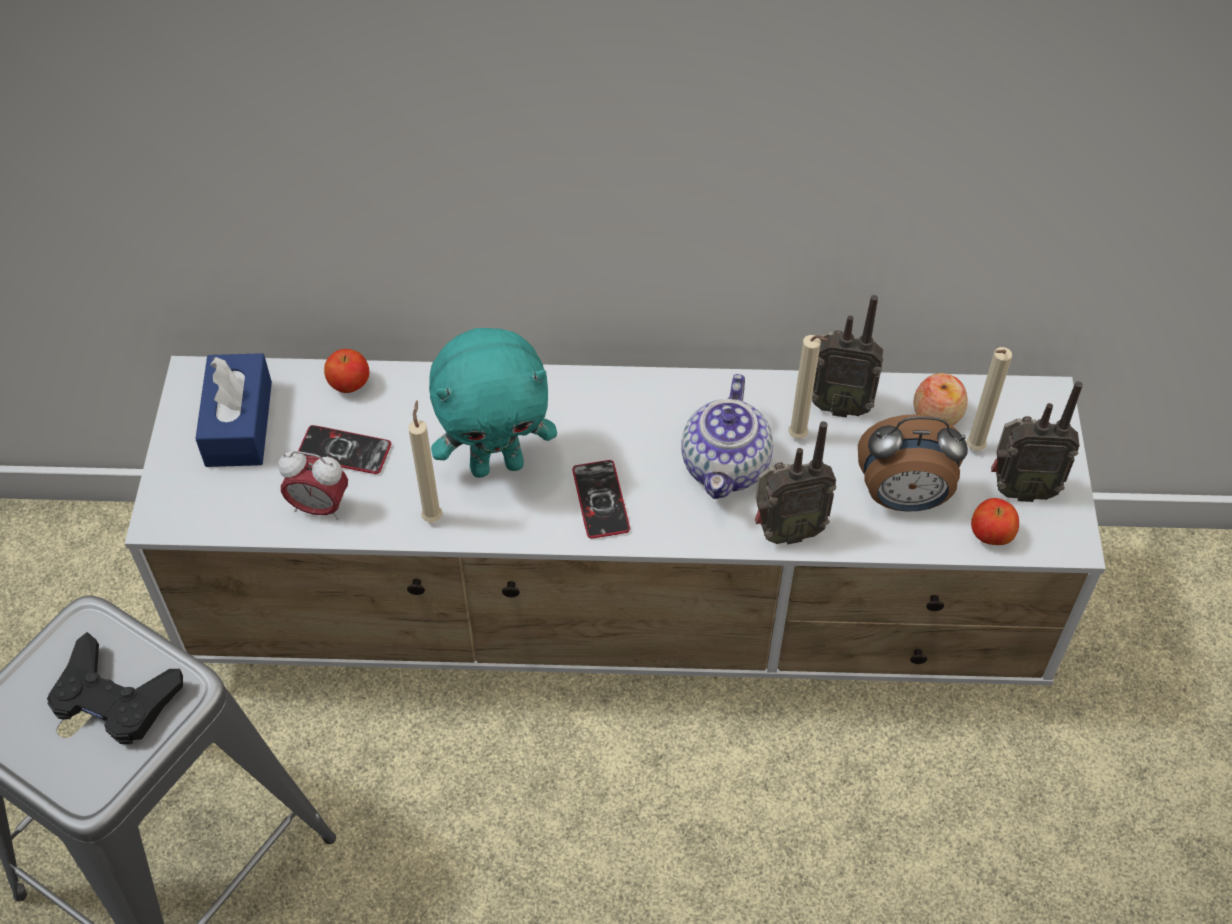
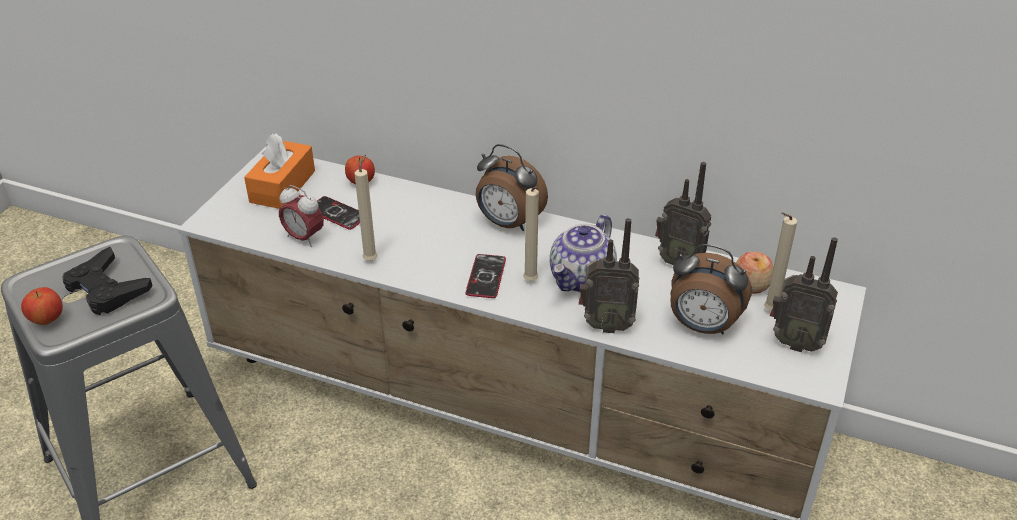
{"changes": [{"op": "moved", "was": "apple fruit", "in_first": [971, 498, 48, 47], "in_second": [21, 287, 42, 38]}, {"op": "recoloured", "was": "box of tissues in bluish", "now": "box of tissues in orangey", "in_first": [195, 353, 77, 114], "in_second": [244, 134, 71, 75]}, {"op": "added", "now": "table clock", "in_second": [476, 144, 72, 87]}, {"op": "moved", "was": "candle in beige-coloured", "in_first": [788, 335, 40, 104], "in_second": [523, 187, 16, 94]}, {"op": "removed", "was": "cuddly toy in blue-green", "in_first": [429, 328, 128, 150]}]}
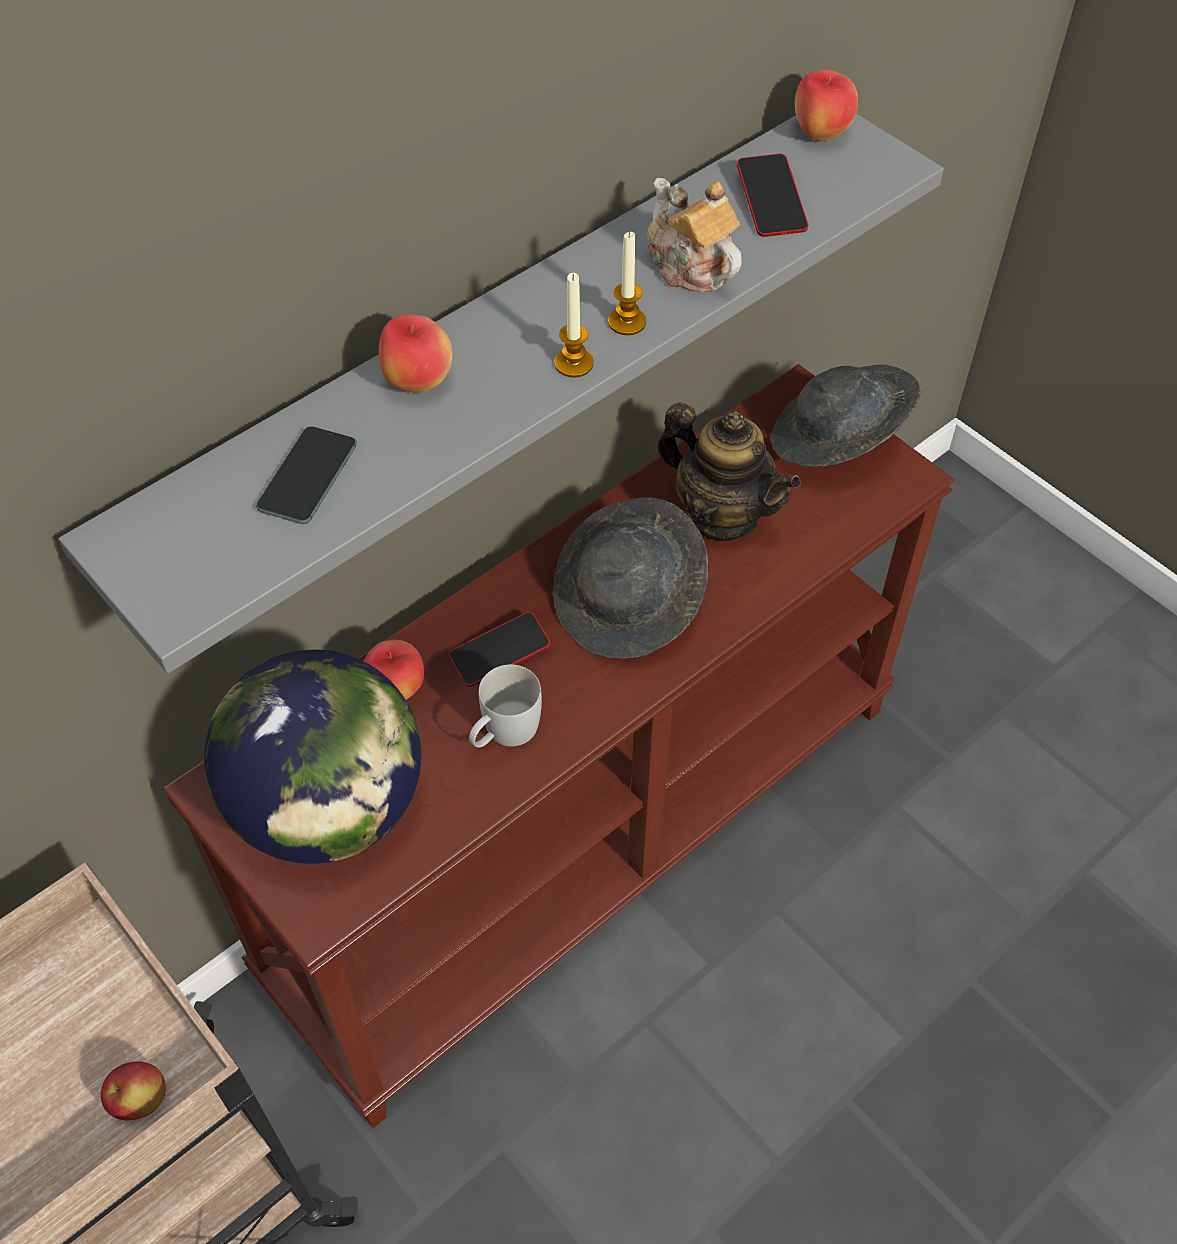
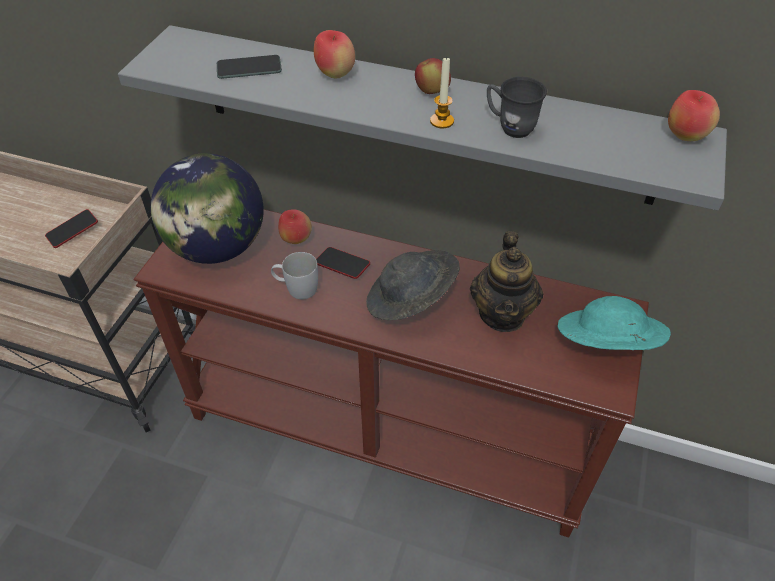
{"changes": [{"op": "moved", "was": "telephone", "in_first": [737, 154, 71, 83], "in_second": [45, 209, 53, 39]}, {"op": "moved", "was": "apple fruit", "in_first": [101, 1061, 65, 59], "in_second": [415, 58, 36, 36]}, {"op": "replaced", "was": "teapot", "now": "mug in greyish", "in_first": [647, 178, 94, 114], "in_second": [487, 77, 60, 61]}, {"op": "recoloured", "was": "wearable hat in greyish", "now": "wearable hat in blue-green", "in_first": [771, 364, 150, 103], "in_second": [558, 296, 113, 54]}, {"op": "removed", "was": "candle", "in_first": [554, 273, 40, 105]}]}
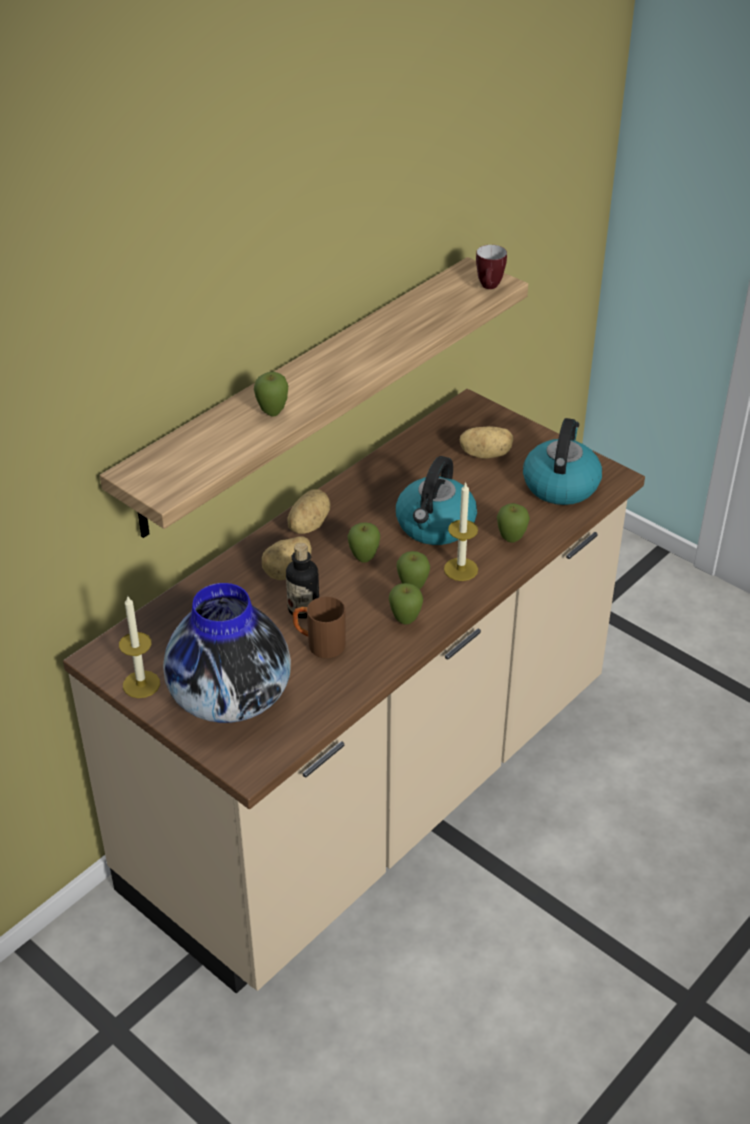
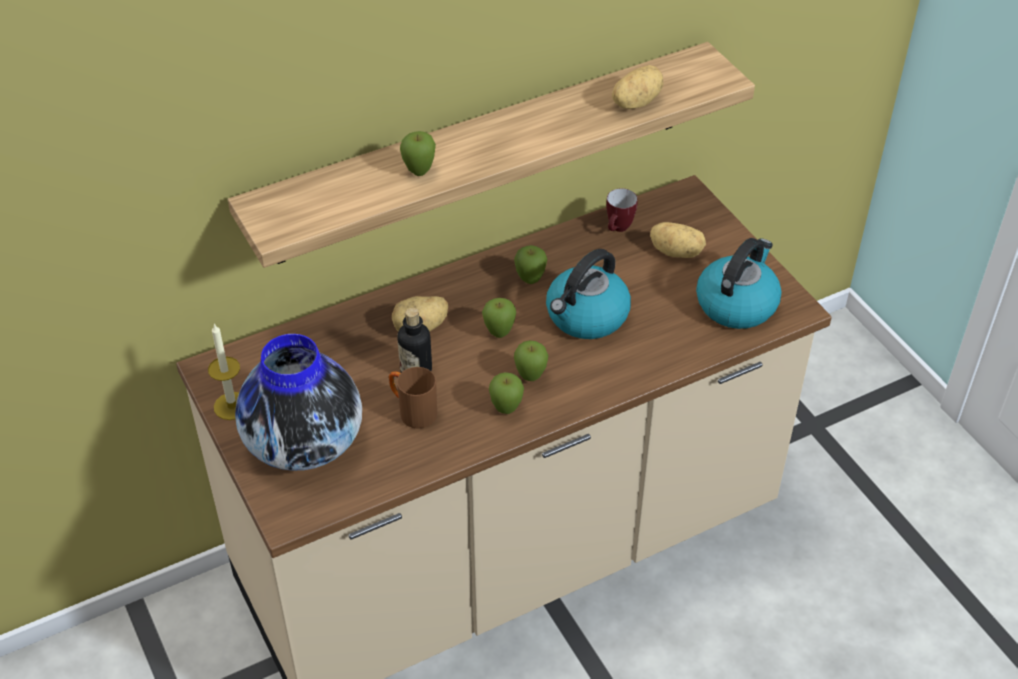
{"changes": [{"op": "moved", "was": "apple fruit", "in_first": [497, 503, 33, 40], "in_second": [514, 245, 33, 39]}, {"op": "moved", "was": "mug", "in_first": [476, 245, 31, 44], "in_second": [606, 188, 32, 44]}, {"op": "moved", "was": "whole potato", "in_first": [287, 489, 44, 45], "in_second": [612, 65, 51, 44]}, {"op": "removed", "was": "candle", "in_first": [444, 482, 34, 99]}]}
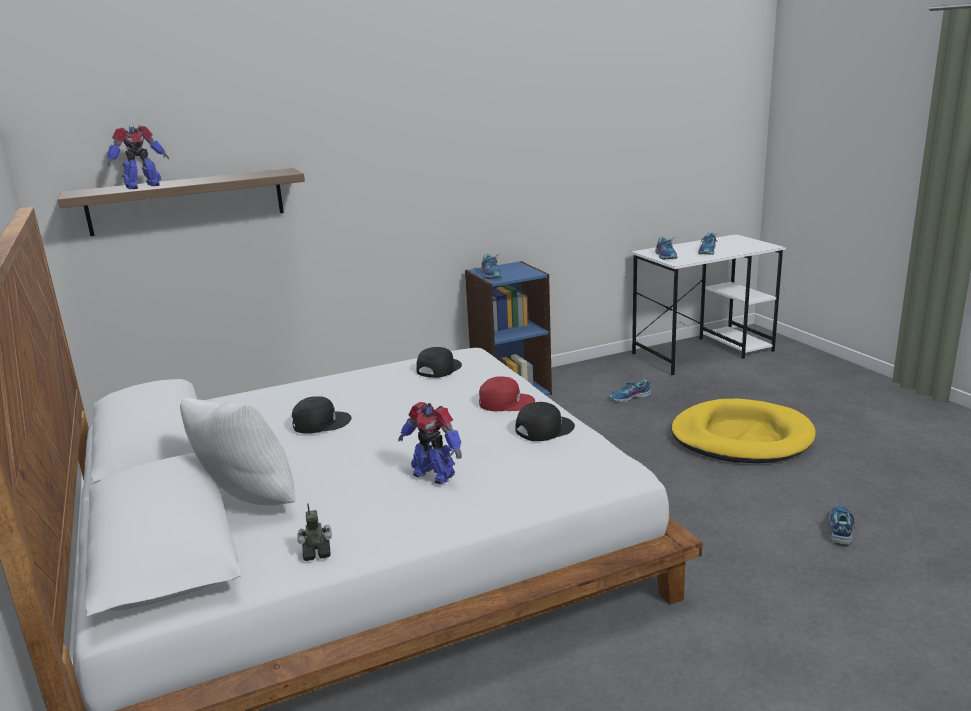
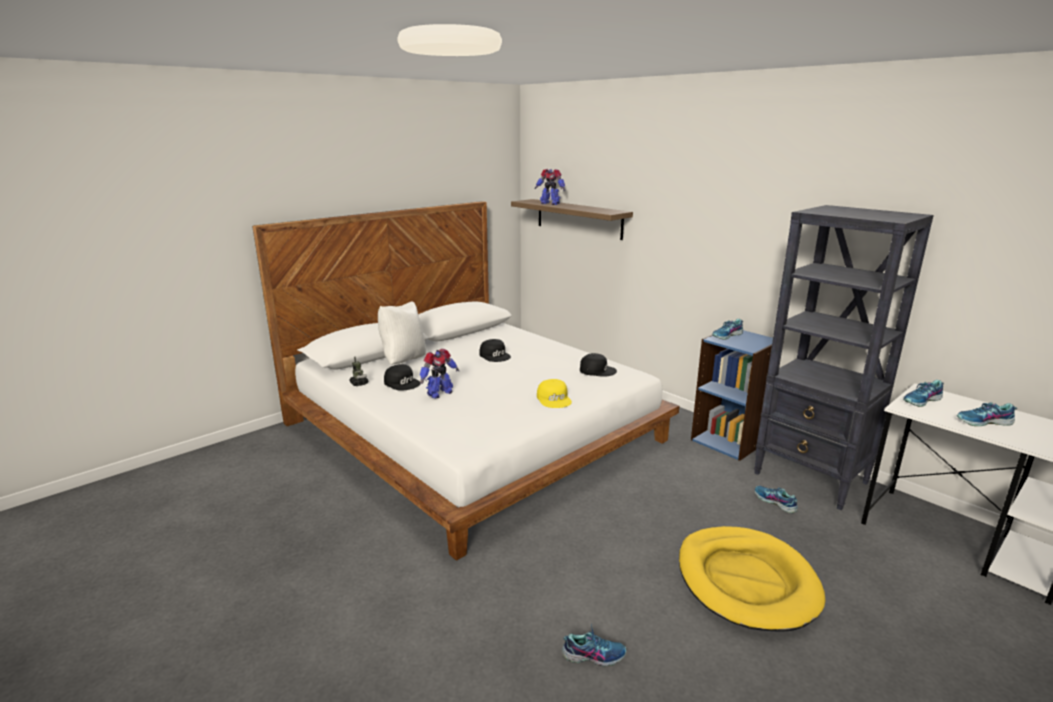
{"changes": [{"op": "moved", "was": "cap in black-coloured", "in_first": [515, 402, 60, 39], "in_second": [384, 364, 37, 26]}, {"op": "turned", "was": "toy robot", "in_first": [398, 402, 64, 82], "in_second": [420, 349, 39, 50], "clockwise": -150}, {"op": "recoloured", "was": "cap in red-coloured", "now": "cap in yellowish", "in_first": [479, 376, 56, 35], "in_second": [537, 379, 35, 29]}, {"op": "added", "now": "bookcase in black-coloured", "in_second": [754, 205, 180, 305]}]}
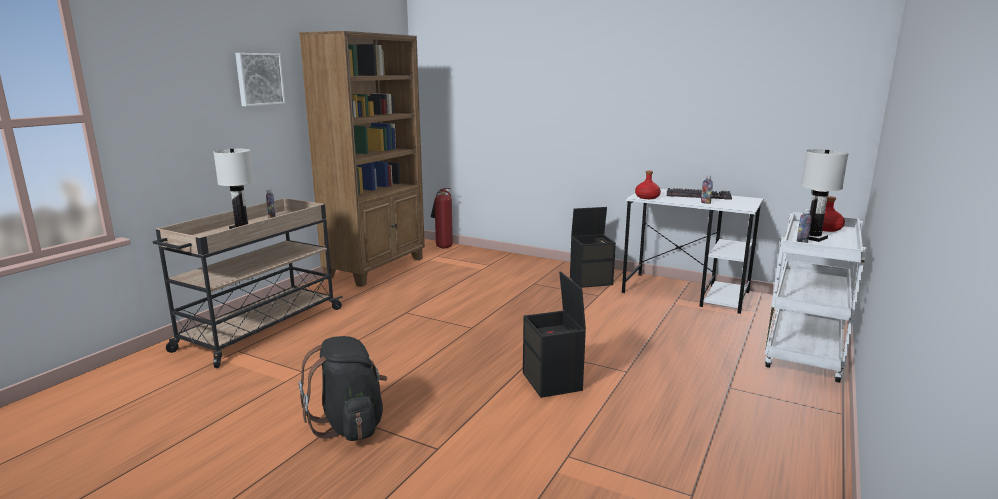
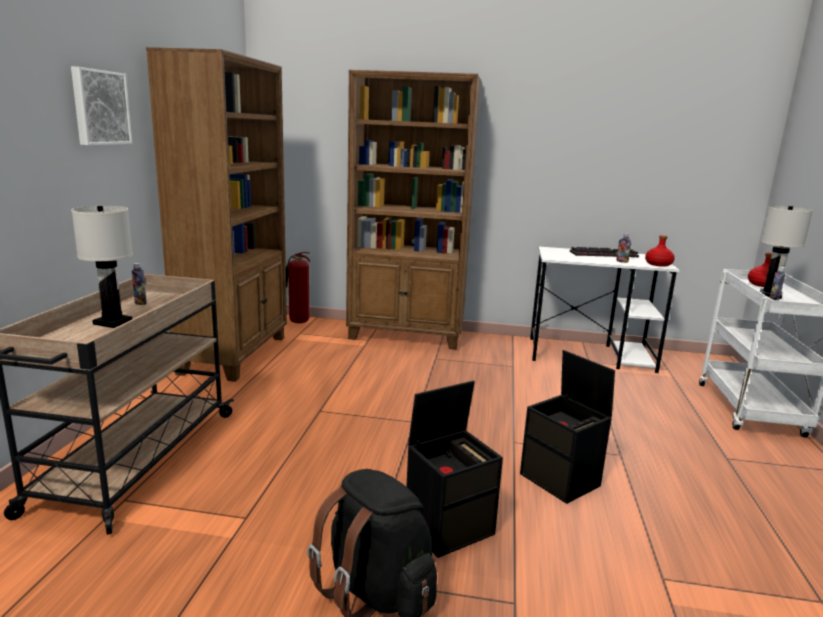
{"changes": [{"op": "added", "now": "bookcase in brownish", "in_second": [346, 70, 135, 280]}, {"op": "moved", "was": "storage bin in black-coloured", "in_first": [570, 207, 46, 81], "in_second": [406, 381, 97, 177]}, {"op": "moved", "was": "drink bottle in red-coloured", "in_first": [635, 171, 26, 28], "in_second": [645, 235, 30, 32]}]}
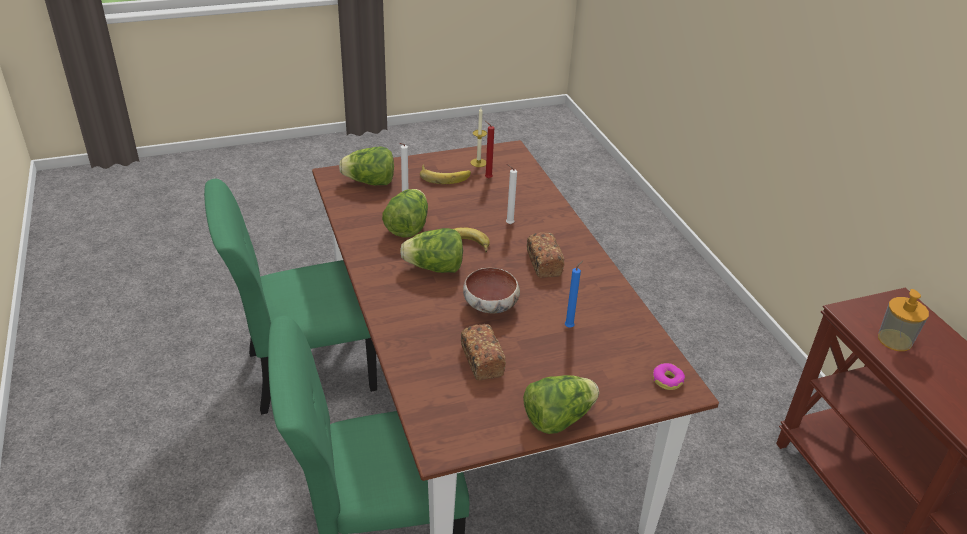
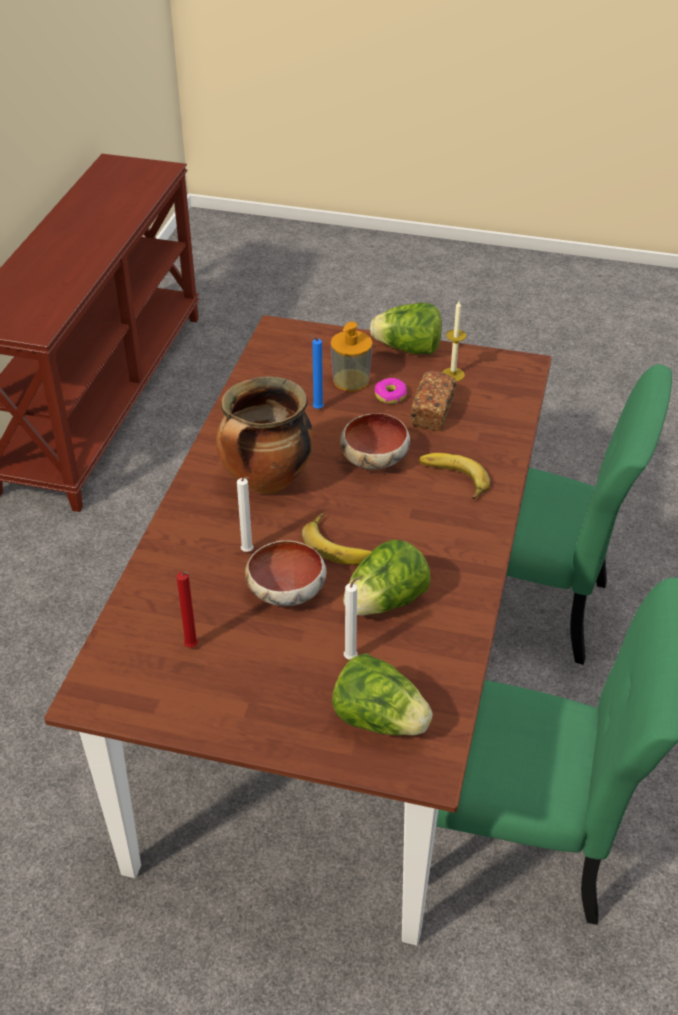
{"changes": [{"op": "replaced", "was": "bread", "now": "cooking pot", "in_first": [527, 232, 37, 46], "in_second": [216, 376, 98, 118]}, {"op": "added", "now": "bowl", "in_second": [245, 540, 81, 66]}, {"op": "moved", "was": "soap dispenser", "in_first": [878, 289, 51, 62], "in_second": [330, 322, 43, 69]}, {"op": "moved", "was": "ring doughnut", "in_first": [653, 363, 32, 27], "in_second": [375, 378, 32, 26]}, {"op": "moved", "was": "whole banana", "in_first": [420, 165, 51, 19], "in_second": [419, 453, 71, 46]}, {"op": "moved", "was": "candle", "in_first": [471, 108, 16, 59], "in_second": [442, 301, 24, 81]}, {"op": "removed", "was": "head of lettuce", "in_first": [400, 228, 63, 45]}]}
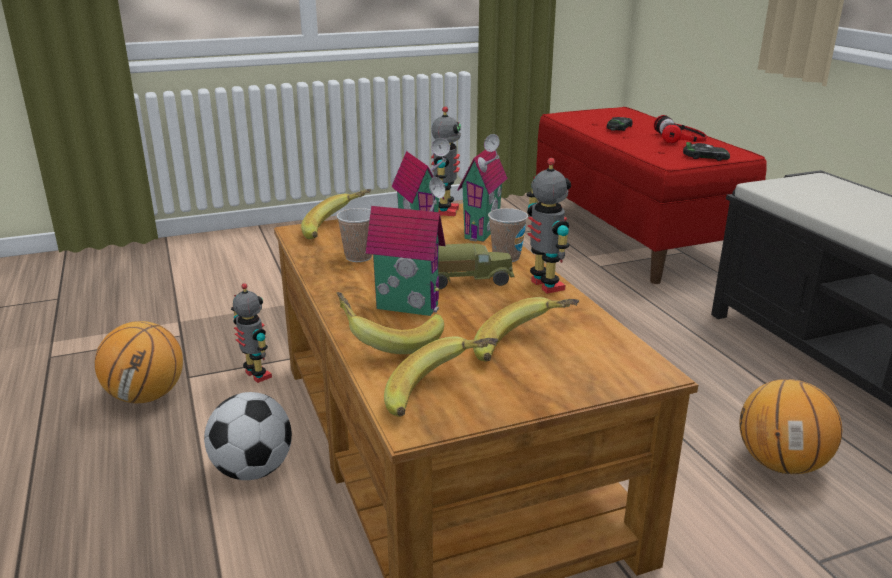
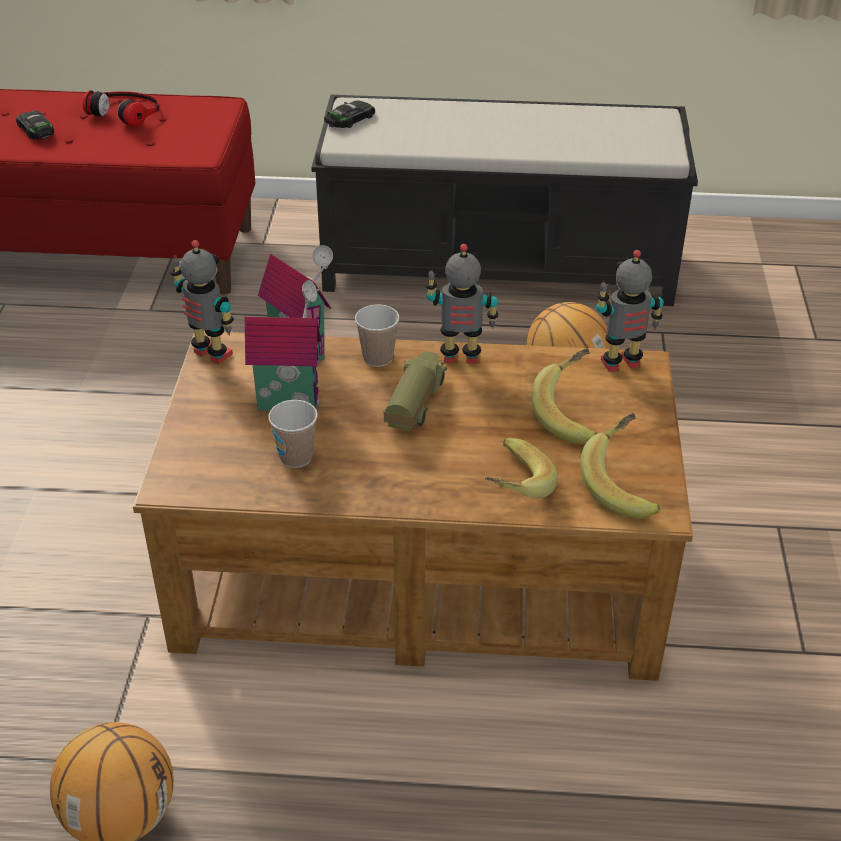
{"changes": [{"op": "moved", "was": "miniature car", "in_first": [683, 142, 47, 19], "in_second": [325, 100, 50, 28]}, {"op": "moved", "was": "toy robot", "in_first": [231, 283, 41, 100], "in_second": [596, 250, 68, 122]}, {"op": "removed", "was": "football ball", "in_first": [204, 392, 88, 88]}, {"op": "removed", "was": "whole banana", "in_first": [301, 189, 70, 50]}, {"op": "removed", "was": "toy house", "in_first": [366, 177, 80, 139]}]}
